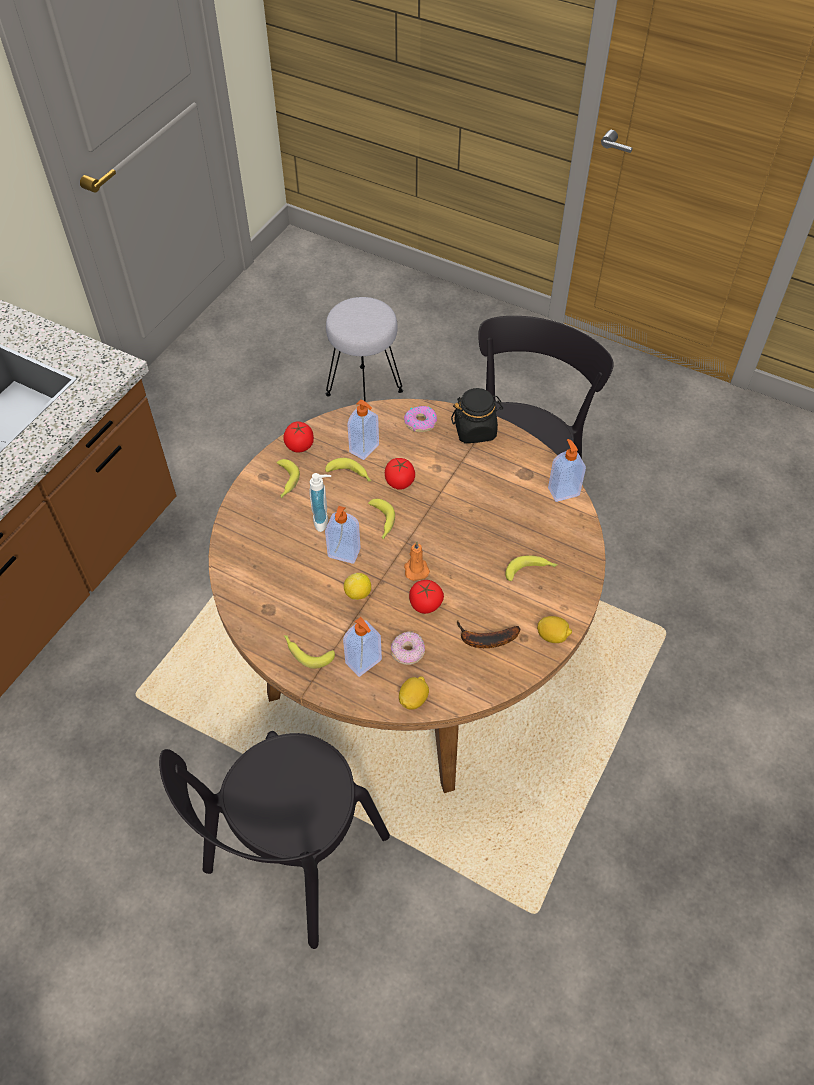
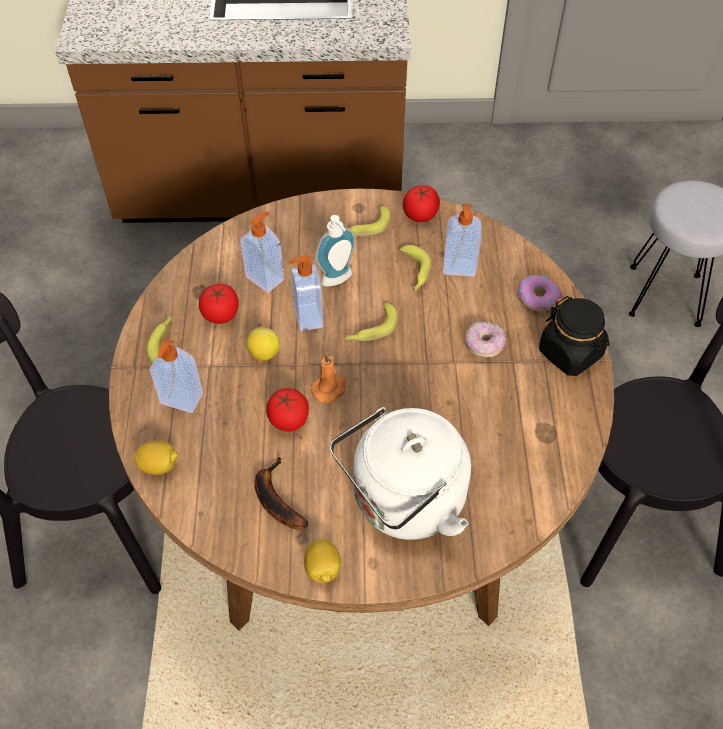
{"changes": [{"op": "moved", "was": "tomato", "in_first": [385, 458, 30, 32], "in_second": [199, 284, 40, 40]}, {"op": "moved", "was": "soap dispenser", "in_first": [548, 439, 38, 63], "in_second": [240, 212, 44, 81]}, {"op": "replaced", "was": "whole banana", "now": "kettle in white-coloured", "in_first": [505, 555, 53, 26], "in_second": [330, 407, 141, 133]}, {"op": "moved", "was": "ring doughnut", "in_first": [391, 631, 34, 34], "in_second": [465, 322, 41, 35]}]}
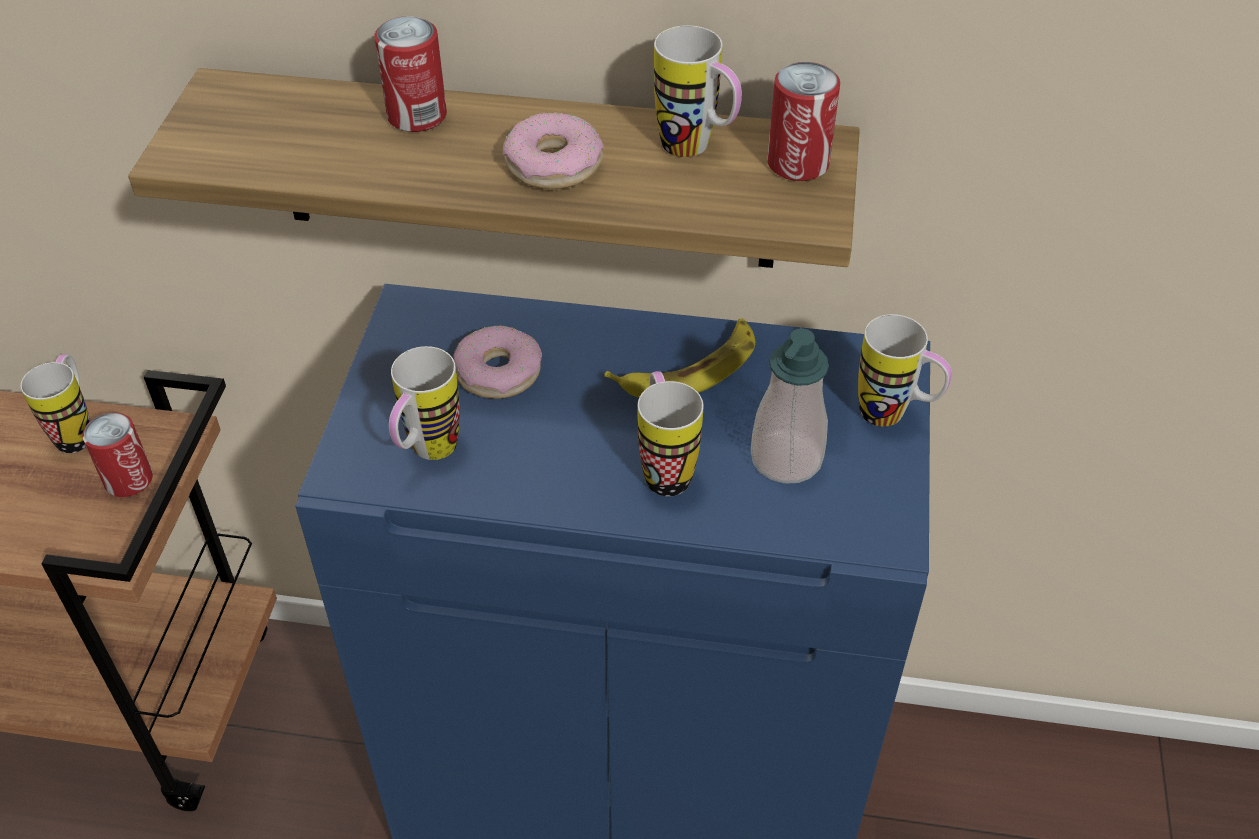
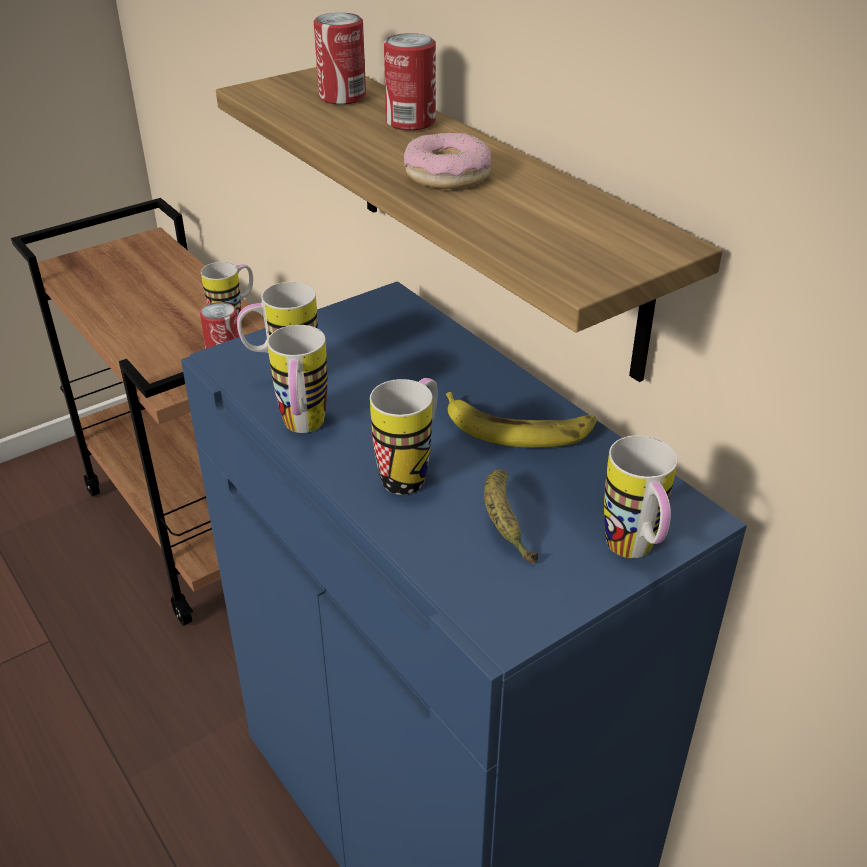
{"changes": [{"op": "moved", "was": "mug", "in_first": [654, 25, 88, 132], "in_second": [267, 325, 61, 108]}, {"op": "moved", "was": "can", "in_first": [767, 62, 73, 119], "in_second": [314, 12, 52, 93]}, {"op": "replaced", "was": "soap dispenser", "now": "whole banana", "in_first": [751, 329, 78, 155], "in_second": [484, 469, 54, 95]}, {"op": "removed", "was": "ring doughnut", "in_first": [453, 325, 89, 74]}]}
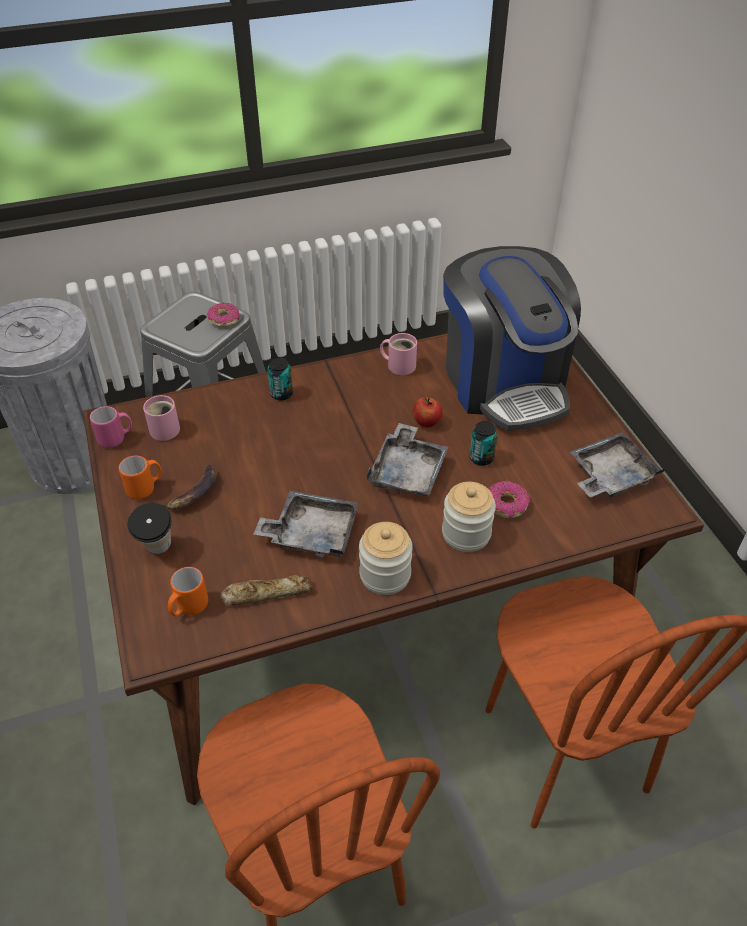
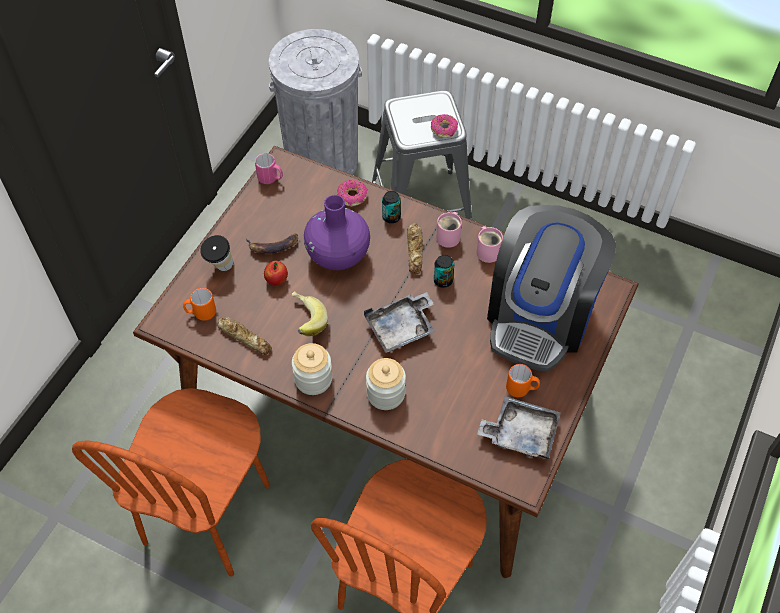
{"changes": [{"op": "moved", "was": "apple fruit", "in_first": [413, 397, 30, 31], "in_second": [264, 261, 24, 24]}, {"op": "replaced", "was": "tray in greyish", "now": "whole banana", "in_first": [254, 491, 105, 66], "in_second": [291, 291, 37, 45]}, {"op": "added", "now": "vase in purple-coloured", "in_second": [304, 195, 66, 75]}, {"op": "moved", "was": "ring doughnut", "in_first": [489, 481, 41, 37], "in_second": [337, 180, 30, 26]}, {"op": "added", "now": "bread", "in_second": [407, 223, 16, 51]}, {"op": "moved", "was": "can", "in_first": [470, 421, 28, 45], "in_second": [434, 255, 20, 33]}, {"op": "moved", "was": "mug in pinkish", "in_first": [143, 395, 37, 46], "in_second": [436, 212, 26, 36]}, {"op": "moved", "was": "mug in orangey", "in_first": [119, 456, 42, 43], "in_second": [506, 364, 34, 33]}]}
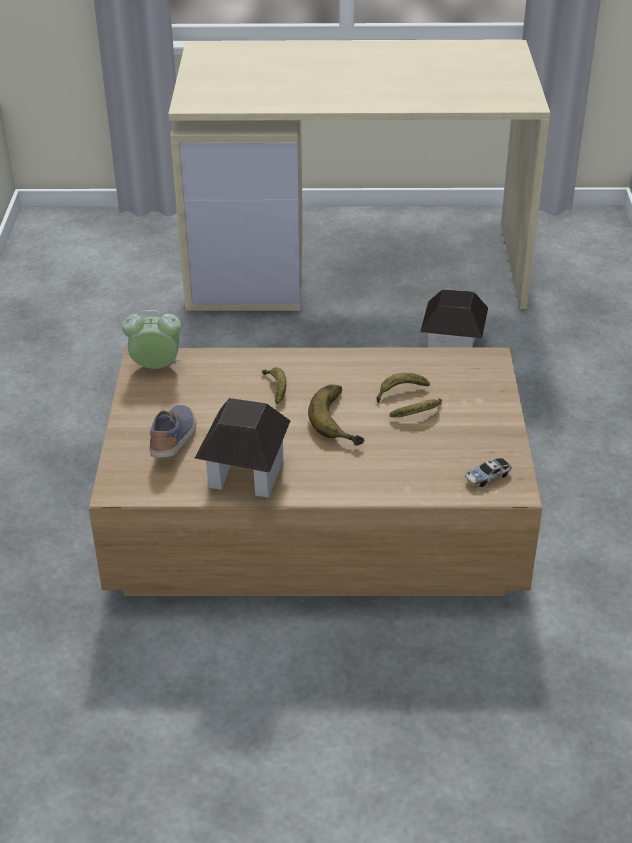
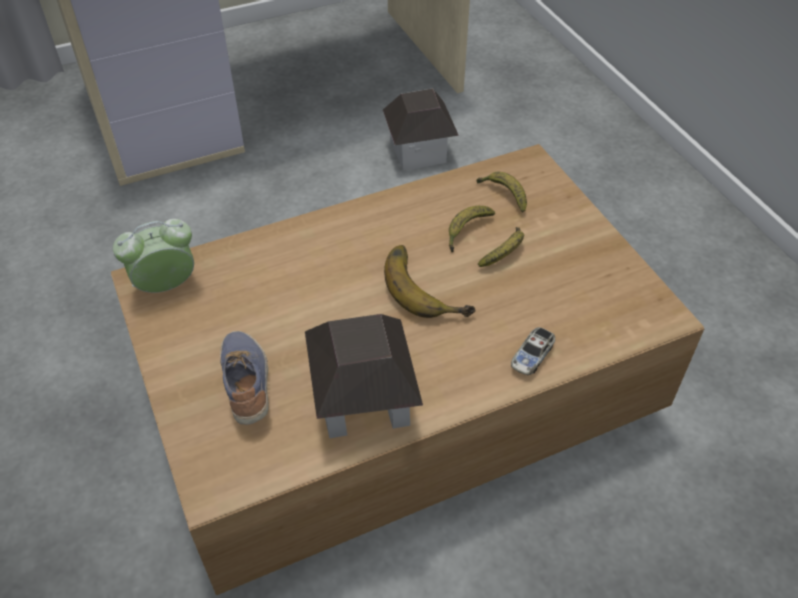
{"changes": [{"op": "moved", "was": "whole banana", "in_first": [262, 367, 25, 37], "in_second": [476, 172, 51, 41]}, {"op": "moved", "was": "miniature car", "in_first": [465, 458, 46, 29], "in_second": [511, 327, 44, 48]}]}
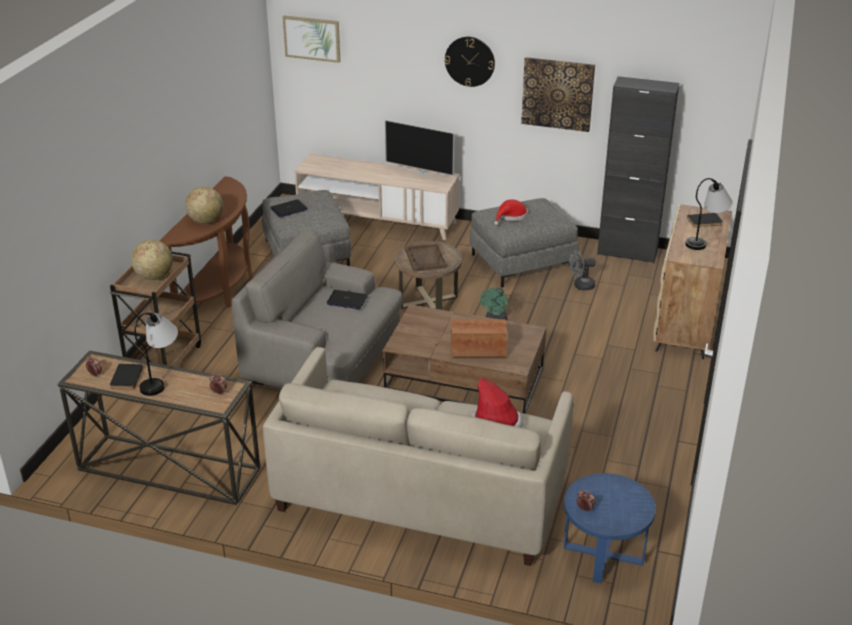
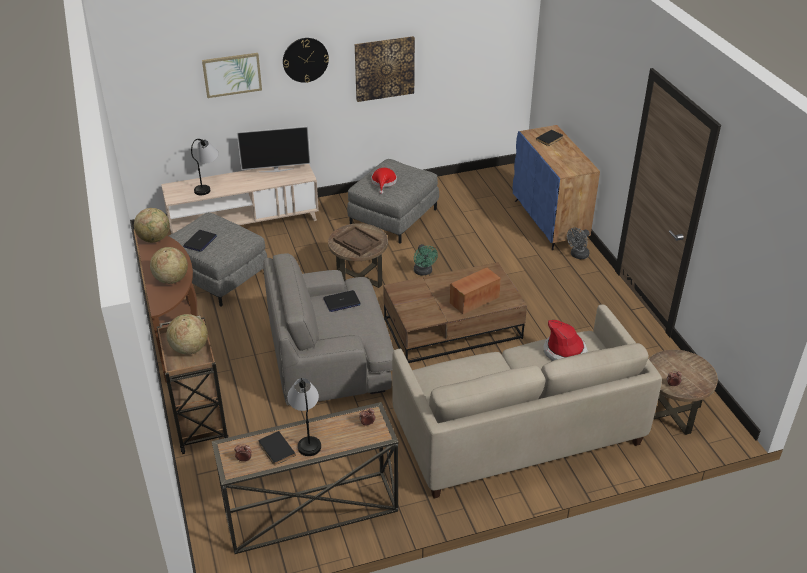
{"changes": [{"op": "added", "now": "globe", "in_second": [134, 208, 36, 35]}, {"op": "moved", "was": "tabletop lamp", "in_first": [686, 178, 46, 72], "in_second": [191, 139, 28, 56]}, {"op": "moved", "was": "picture", "in_first": [283, 16, 57, 47], "in_second": [202, 53, 60, 45]}, {"op": "recoloured", "was": "cupboard in beige-coloured", "now": "cupboard in bluish", "in_first": [653, 204, 79, 155], "in_second": [513, 125, 87, 125]}, {"op": "moved", "was": "fan in greyish", "in_first": [569, 250, 27, 41], "in_second": [567, 228, 23, 31]}, {"op": "recoloured", "was": "side table in bluish", "now": "side table in brownish", "in_first": [564, 473, 92, 111], "in_second": [649, 350, 69, 85]}, {"op": "removed", "was": "cupboard in black-coloured", "in_first": [597, 76, 82, 187]}]}
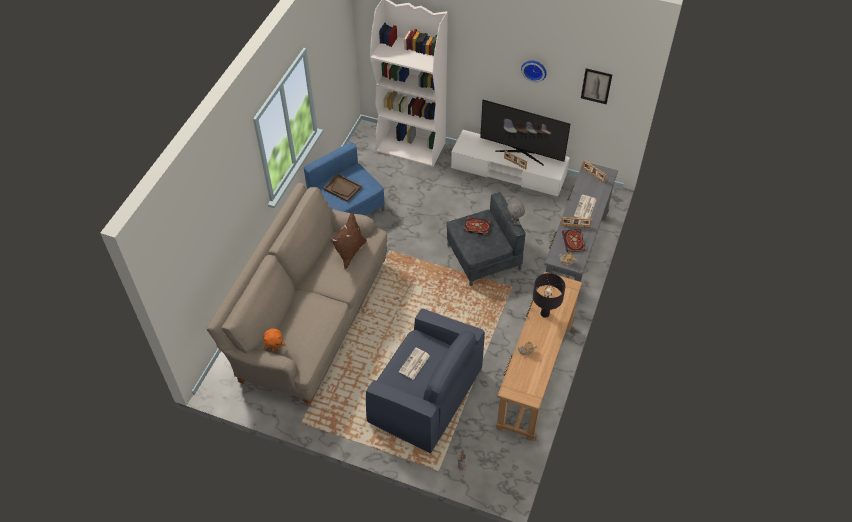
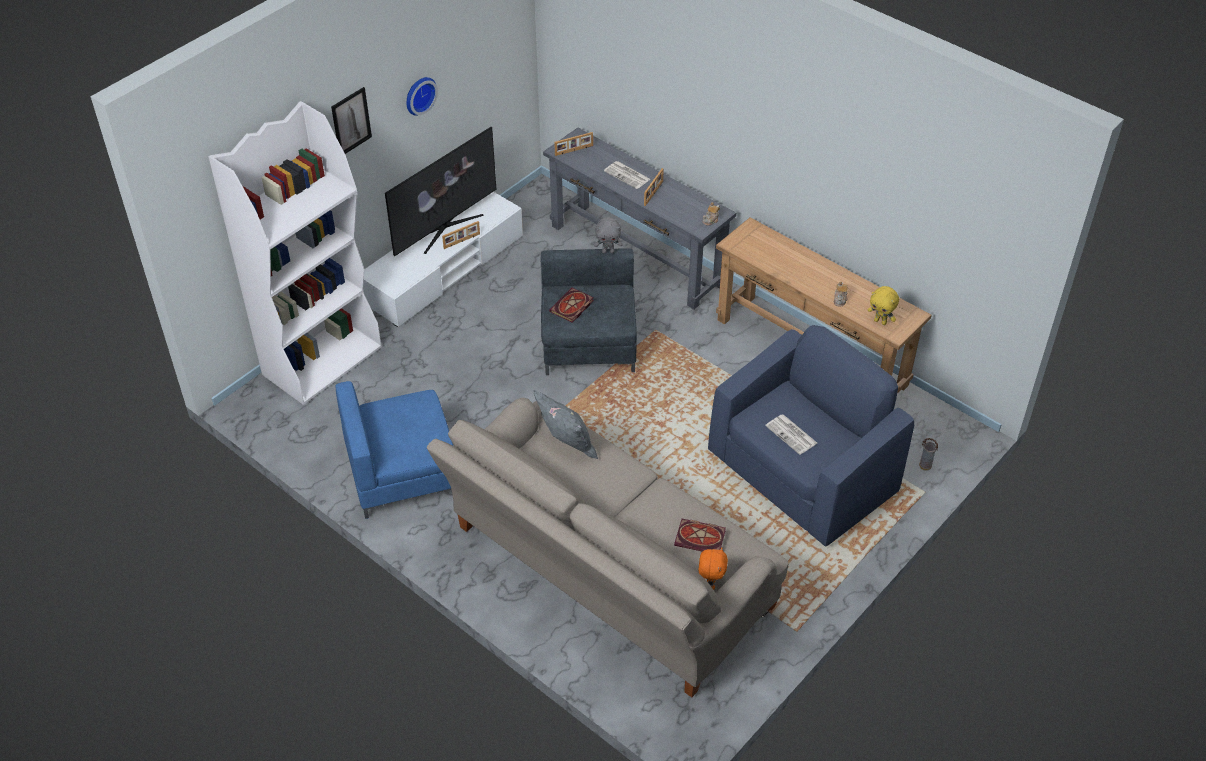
{"changes": [{"op": "moved", "was": "picture", "in_first": [581, 68, 31, 36], "in_second": [331, 87, 41, 67]}, {"op": "recoloured", "was": "cushion in brownish", "now": "cushion in greyish", "in_first": [330, 211, 37, 58], "in_second": [533, 390, 65, 69]}, {"op": "moved", "was": "volume", "in_first": [562, 229, 23, 23], "in_second": [674, 519, 52, 33]}, {"op": "added", "now": "cuddly toy in yellowish", "in_second": [868, 286, 31, 39]}, {"op": "removed", "was": "tray in brownish", "in_first": [323, 174, 39, 28]}, {"op": "removed", "was": "tabletop lamp in black-coloured", "in_first": [533, 273, 32, 45]}]}
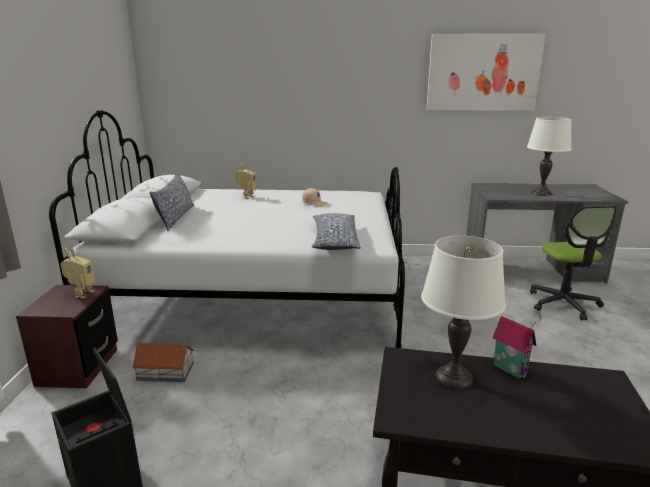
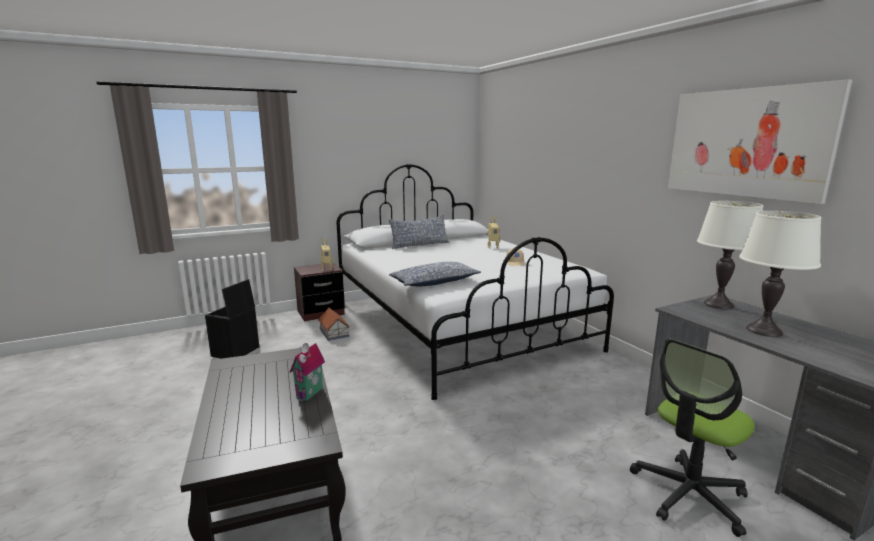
{"changes": [{"op": "moved", "was": "tabletop lamp in white-coloured", "in_first": [421, 236, 85, 153], "in_second": [697, 201, 66, 108]}]}
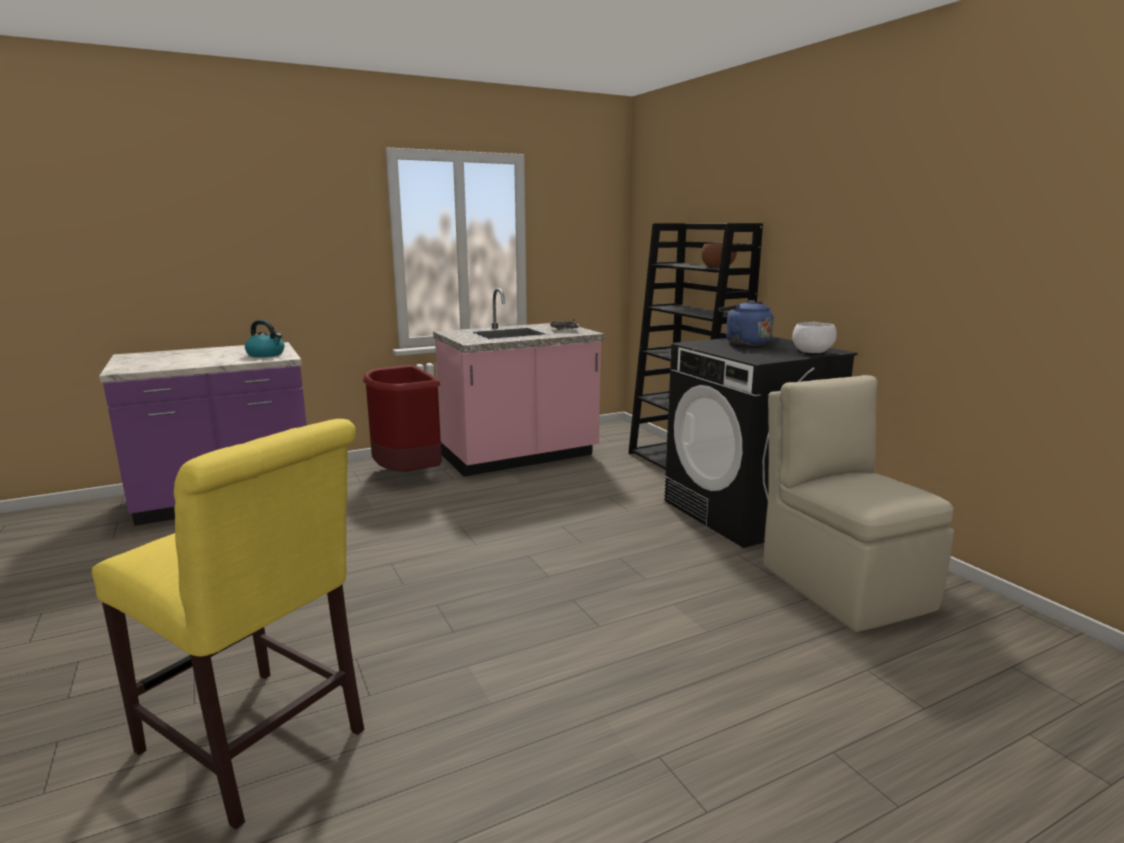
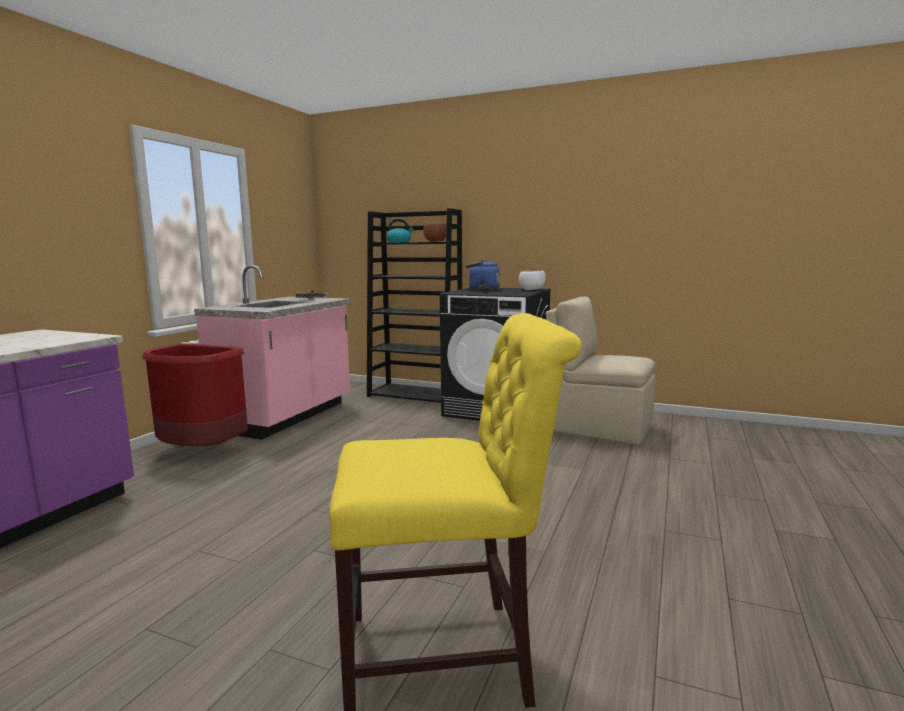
{"changes": [{"op": "moved", "was": "kettle", "in_first": [245, 320, 39, 37], "in_second": [387, 219, 27, 24]}]}
